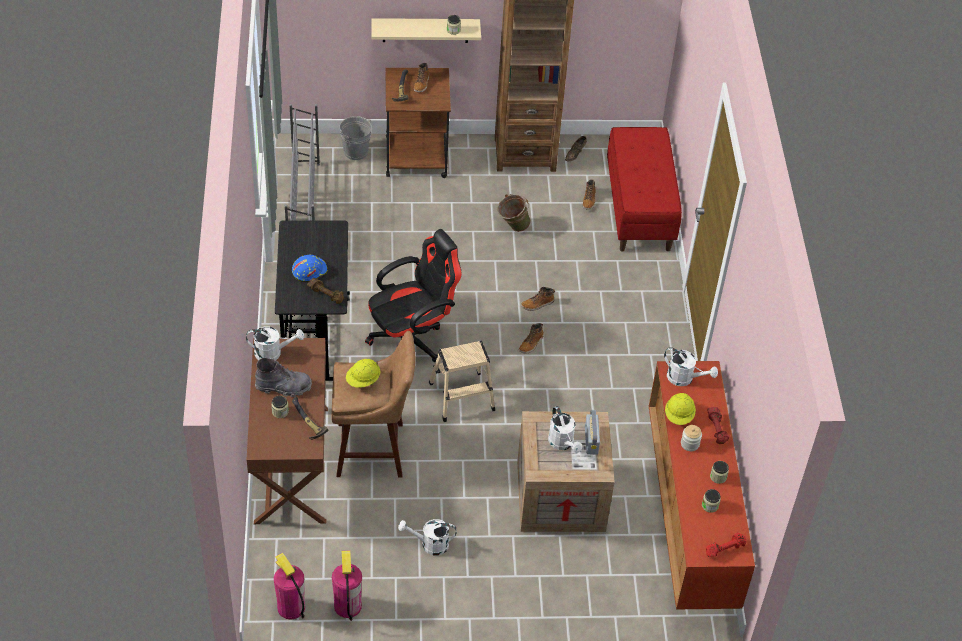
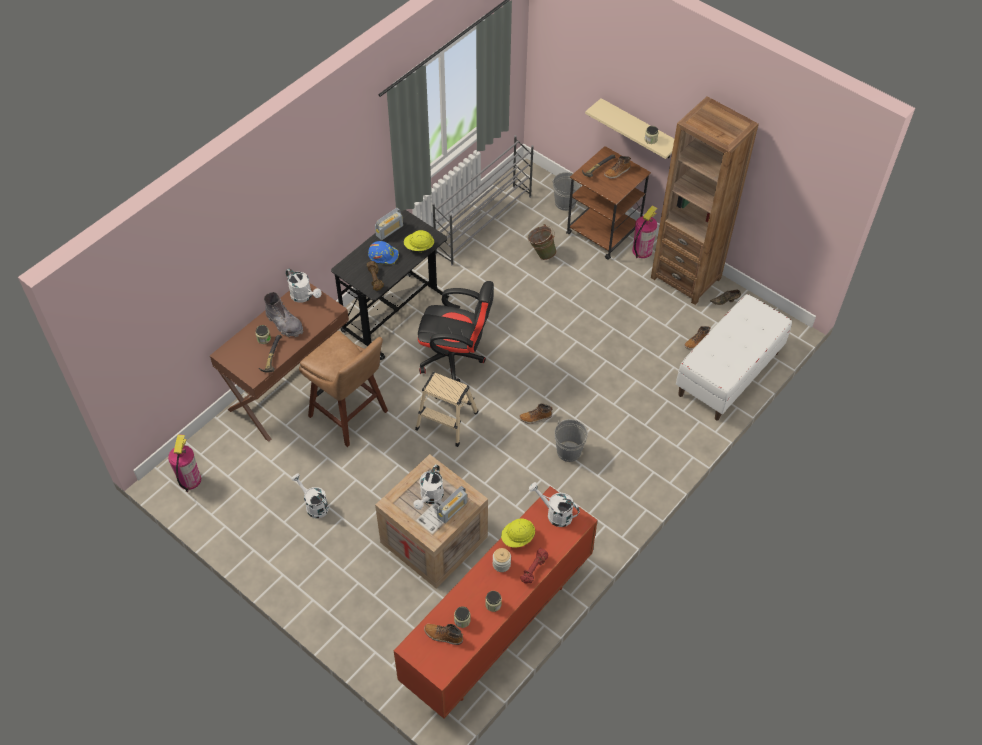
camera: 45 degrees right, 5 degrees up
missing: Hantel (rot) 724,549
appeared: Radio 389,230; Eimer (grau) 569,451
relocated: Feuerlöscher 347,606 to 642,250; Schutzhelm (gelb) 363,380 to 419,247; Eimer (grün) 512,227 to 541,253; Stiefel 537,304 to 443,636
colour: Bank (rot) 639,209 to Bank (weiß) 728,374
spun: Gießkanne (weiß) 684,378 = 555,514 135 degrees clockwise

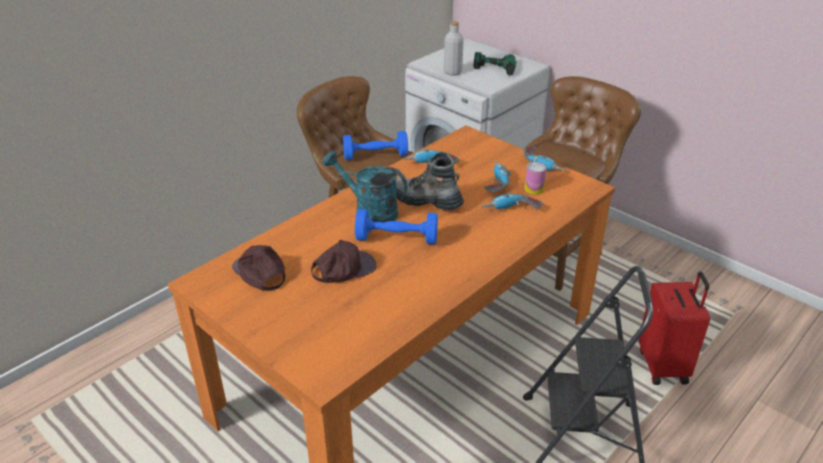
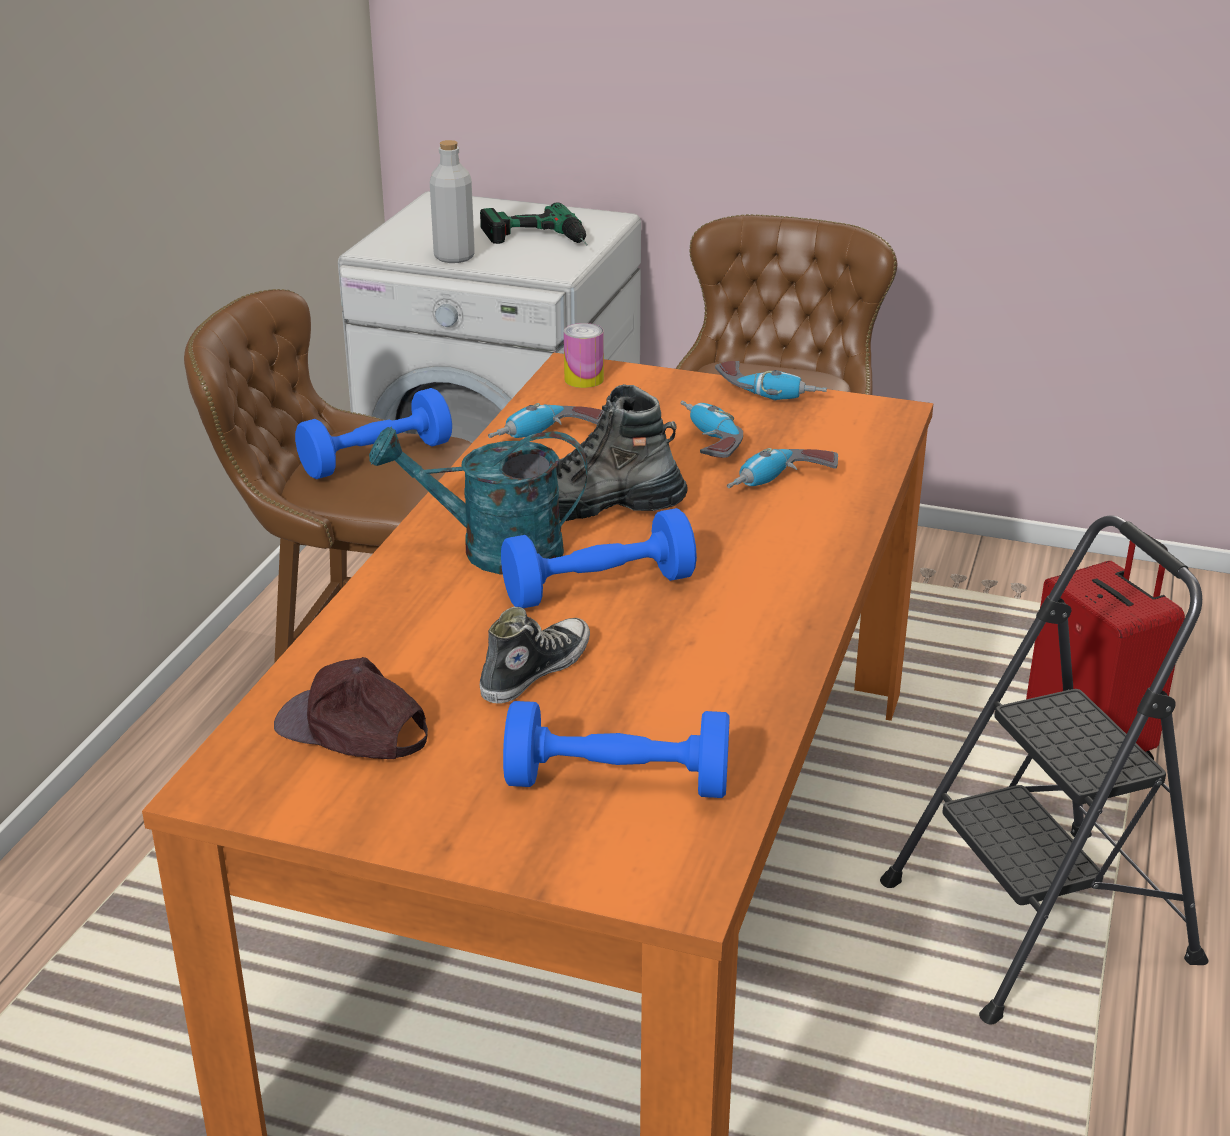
camera: 25 degrees left, 5 degrees down
appeared: Hantel (blau) 617,783
relocated: Dose 534,189 to 584,379
exchanged: Kappe (braun) 343,268 to Schuh 534,670

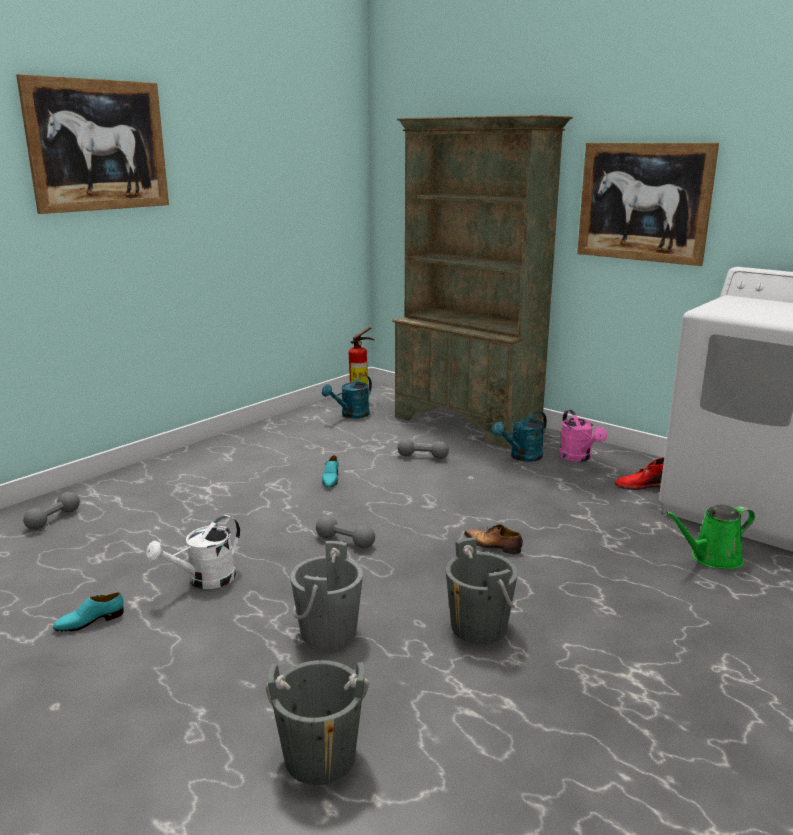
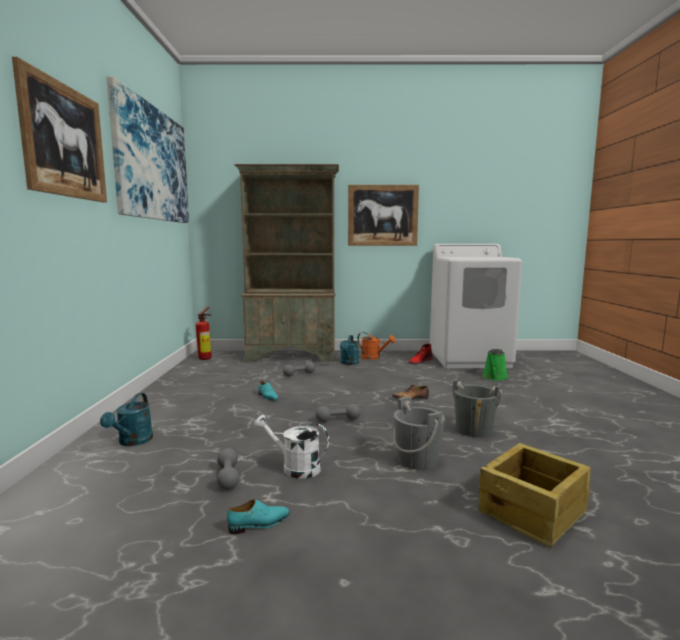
camera: 40 degrees left, 10 degrees down
appeared: Bild 152,164
relocated: Hantel (grau) 54,519 to 228,477; Gießkanne (türkis) 351,415 to 132,442
exchanged: Eimer (grau) 320,757 to Kiste 533,512
colour: Gießkanne (rosa) 578,457 to Gießkanne (orange) 374,358
spun: Schuh (türkis) 89,621 = 259,524 135 degrees counterclockwise; Gießkanne (weiß) 204,581 = 294,468 105 degrees clockwise

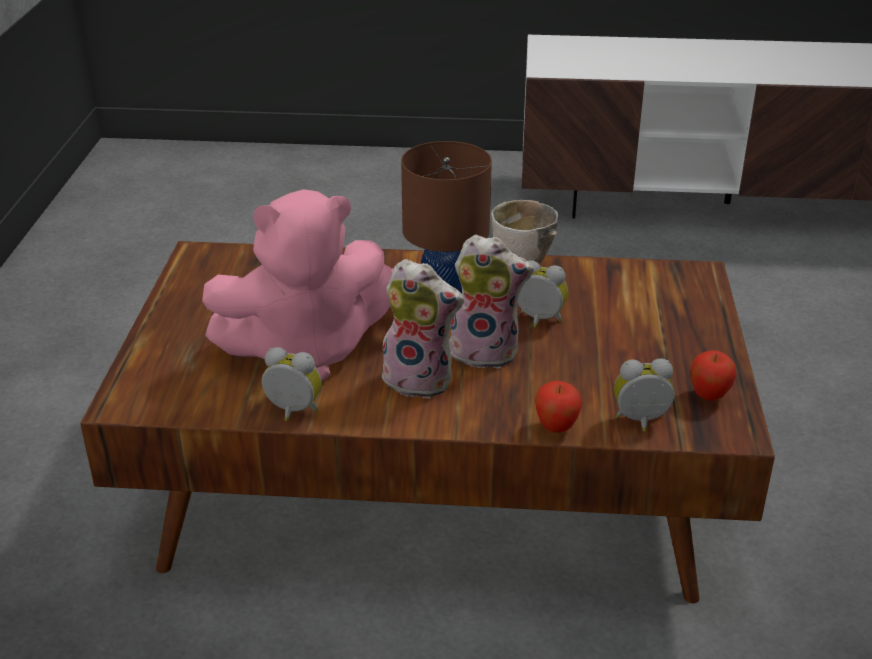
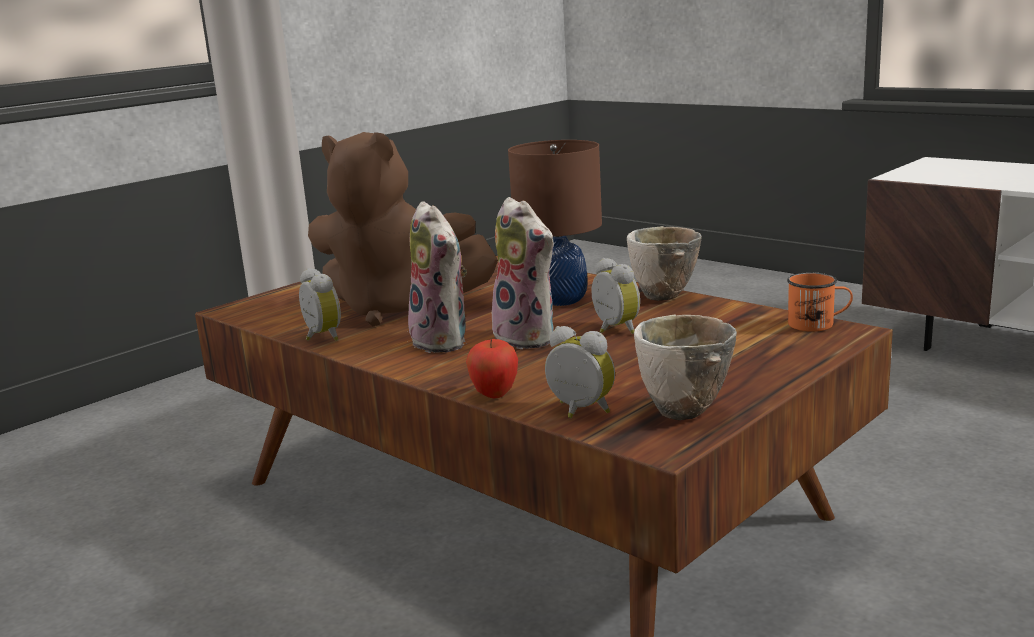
camera: 40 degrees right, 15 degrees down
appeared: Henkelbecher (orange) 818,324
exchanged: Apfel 709,396 to Schüssel 685,413
colour: Plüschtier (rosa) 306,349 to Plüschtier (braun) 397,308

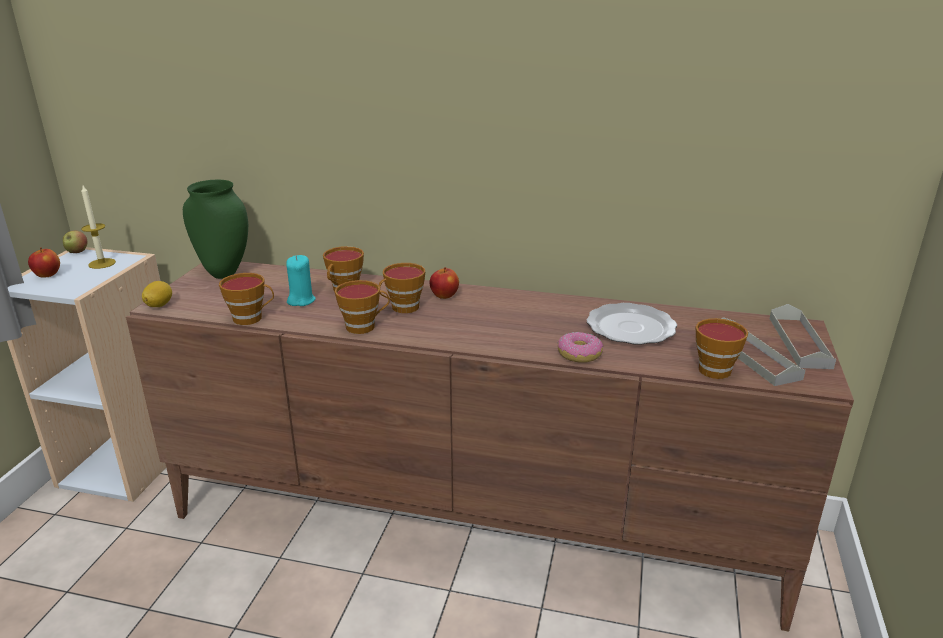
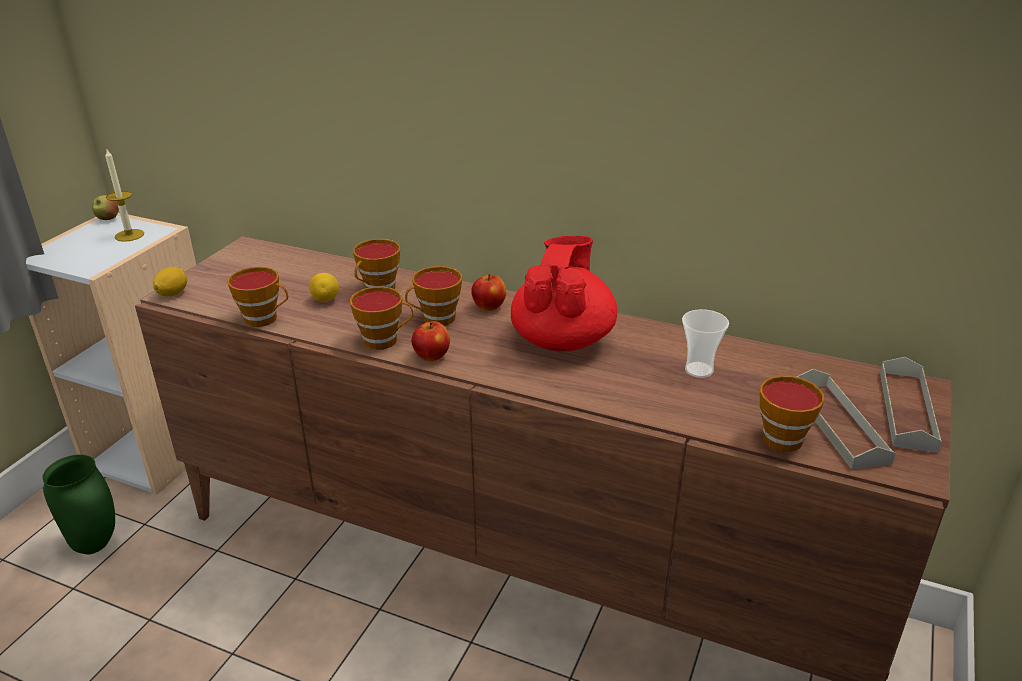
camera: 10 degrees right, 5 degrees up
missing: Donut 579,354
appeared: Teekanne (rot) 563,339
relocated: Apfel 47,275 to 431,356; Vase (grün) 223,274 to 94,545
exchanged: Kerze (türkis) 301,300 to Zitrone 326,300; Teller 631,328 to Tasse 699,370

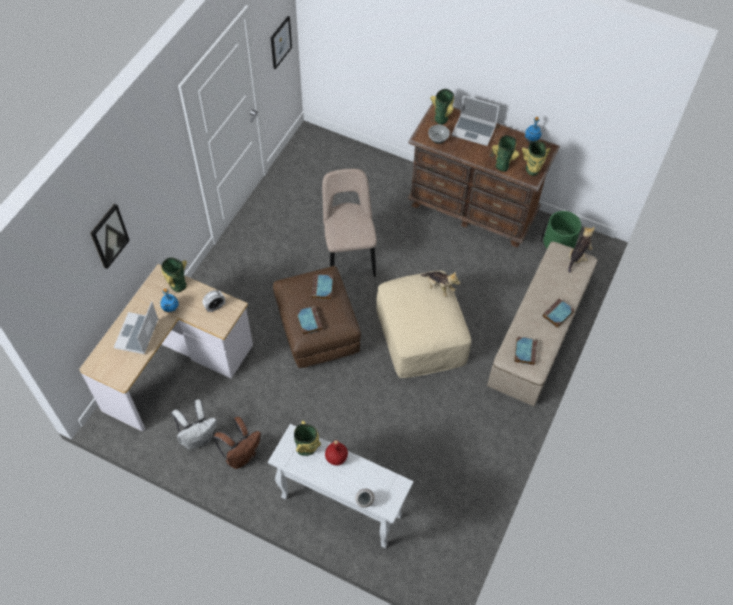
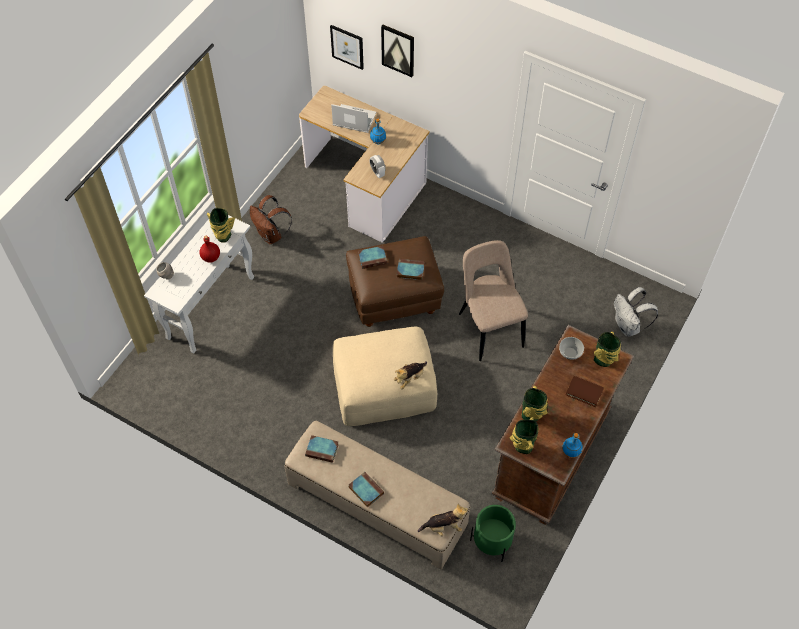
camera: 95 degrees right, 0 degrees up
missing: Vase 177,285
relocated: Rucksack (weiß) 198,437 to 628,326; Bild 280,42 to 347,46
exchanged: Laptop 474,131 to Buch (braun) 584,392
spun: Stuhl (beige) 349,254 = 489,327 105 degrees counterclockwise; Plüschtier 578,256 = 444,526 45 degrees counterclockwise

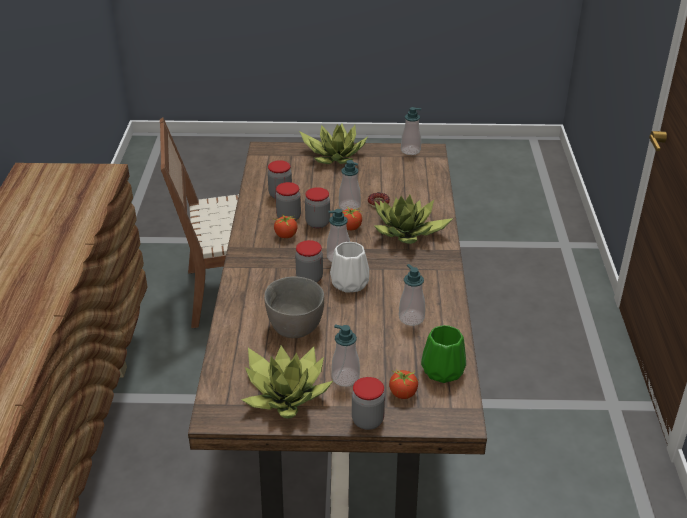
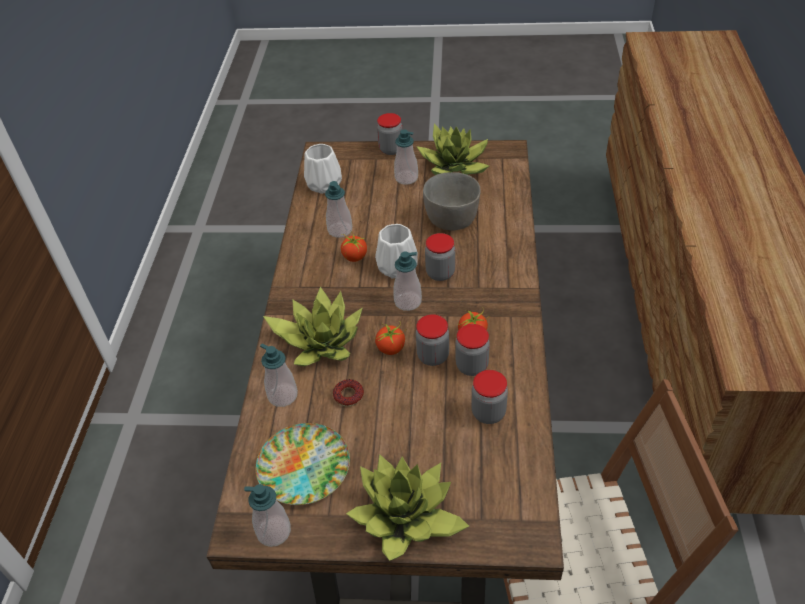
camera: 175 degrees left, 10 degrees up
appeared: Teller 305,468
relocated: Seifenspender 349,206 to 283,395; Tomate 403,393 to 354,257
colour: Vase (grün) 444,371 to Vase (weiß) 323,185

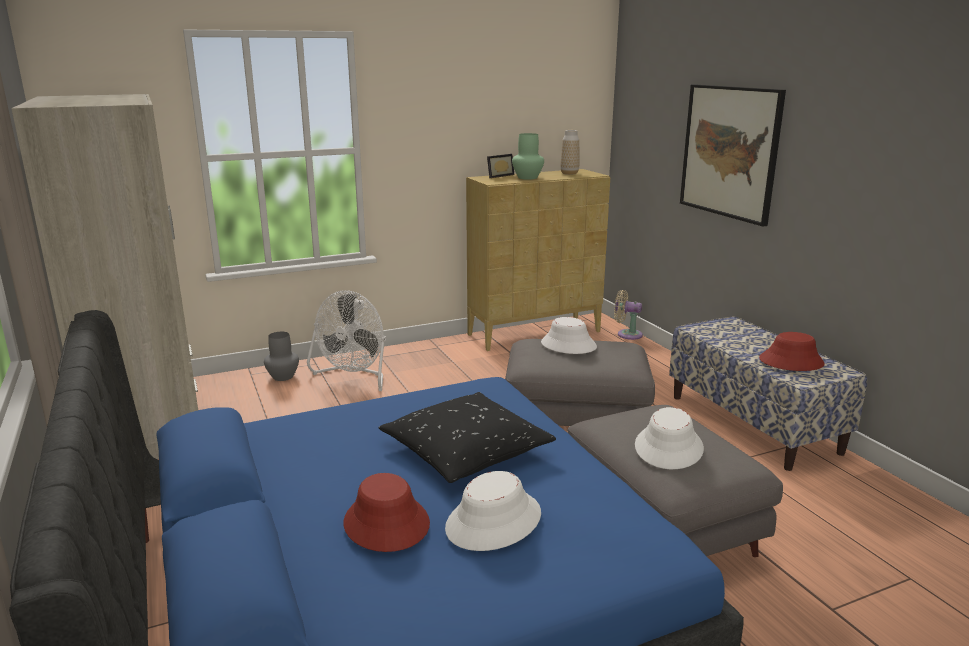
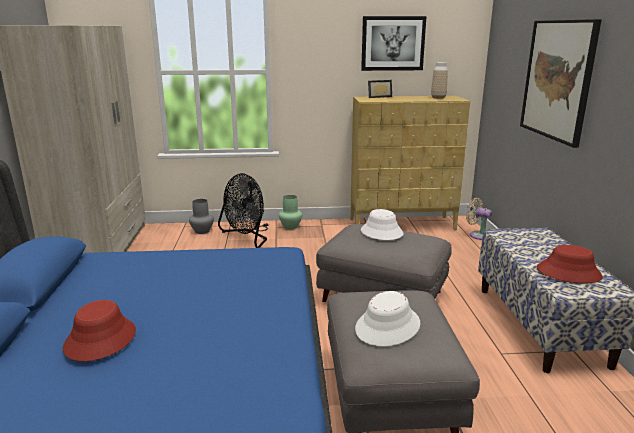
camera: 20 degrees right, 0 degrees up
missing: Kissen (schwarz) 466,450; Hut (weiß) 494,521
appeared: Bild 393,43
relocated: Vase (grün) 527,177 to 290,226
colour: Ventilator (weiß) 354,375 to Ventilator (schwarz) 248,237

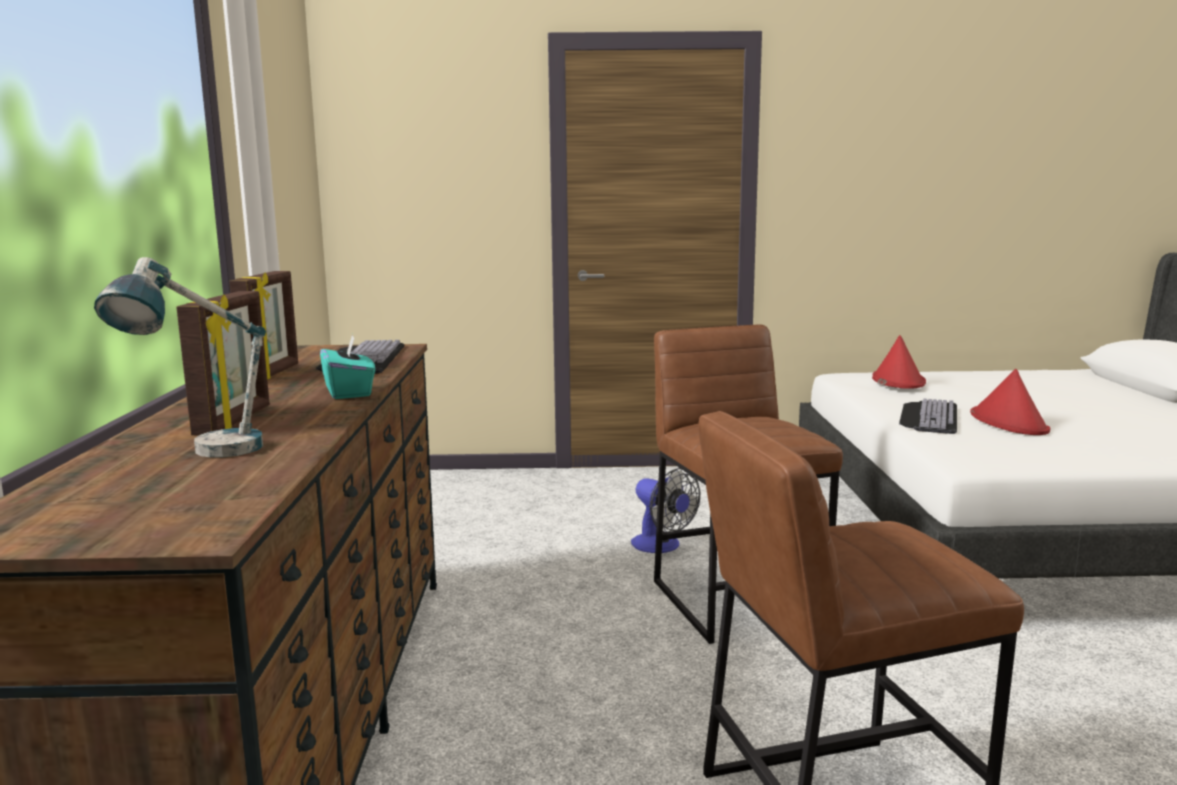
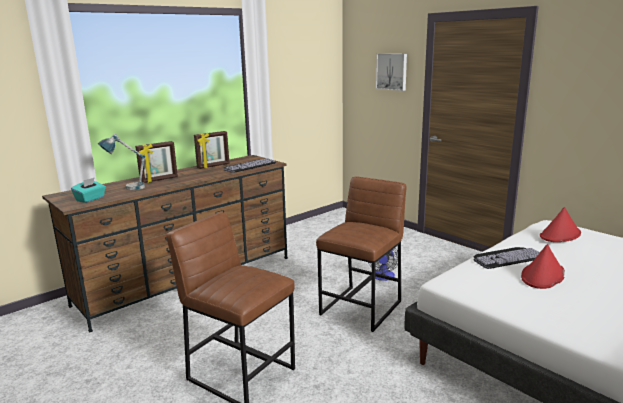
camera: 50 degrees right, 5 degrees up
appeared: Bild 392,71
relocated: Taschentuchbox (türkis) 349,392 to 90,199

